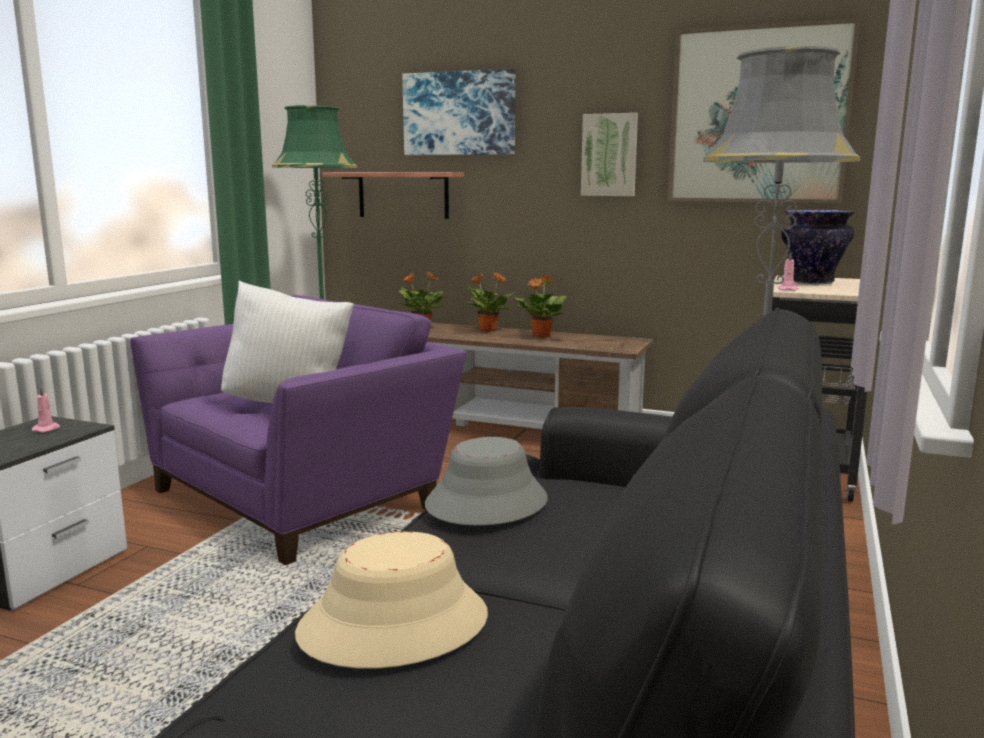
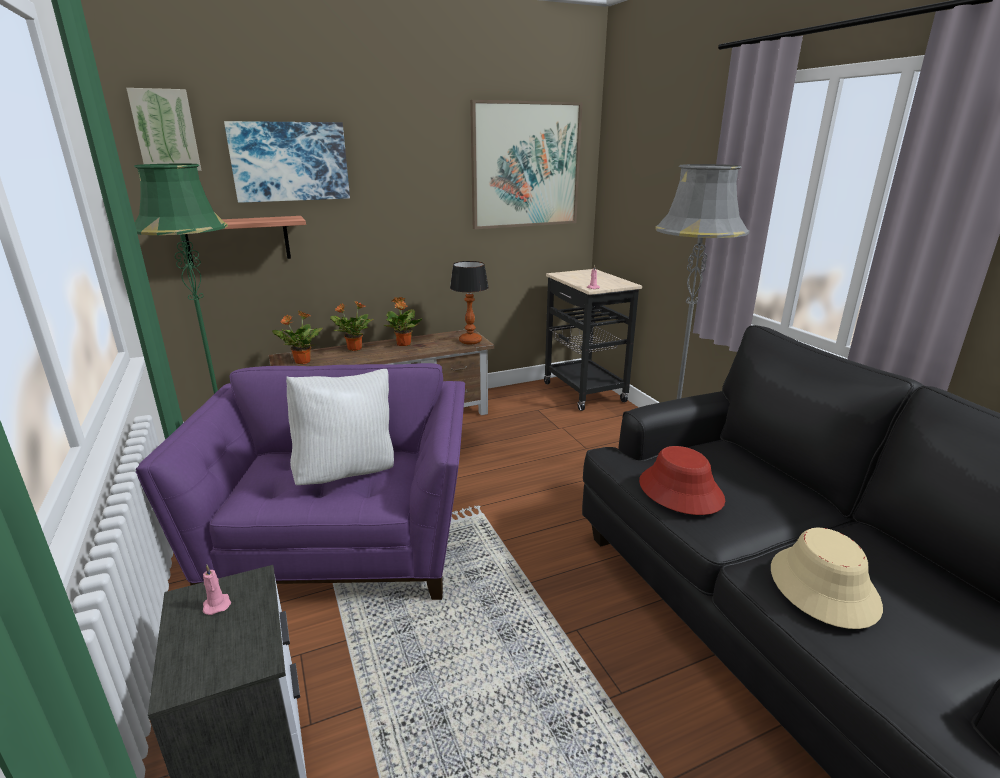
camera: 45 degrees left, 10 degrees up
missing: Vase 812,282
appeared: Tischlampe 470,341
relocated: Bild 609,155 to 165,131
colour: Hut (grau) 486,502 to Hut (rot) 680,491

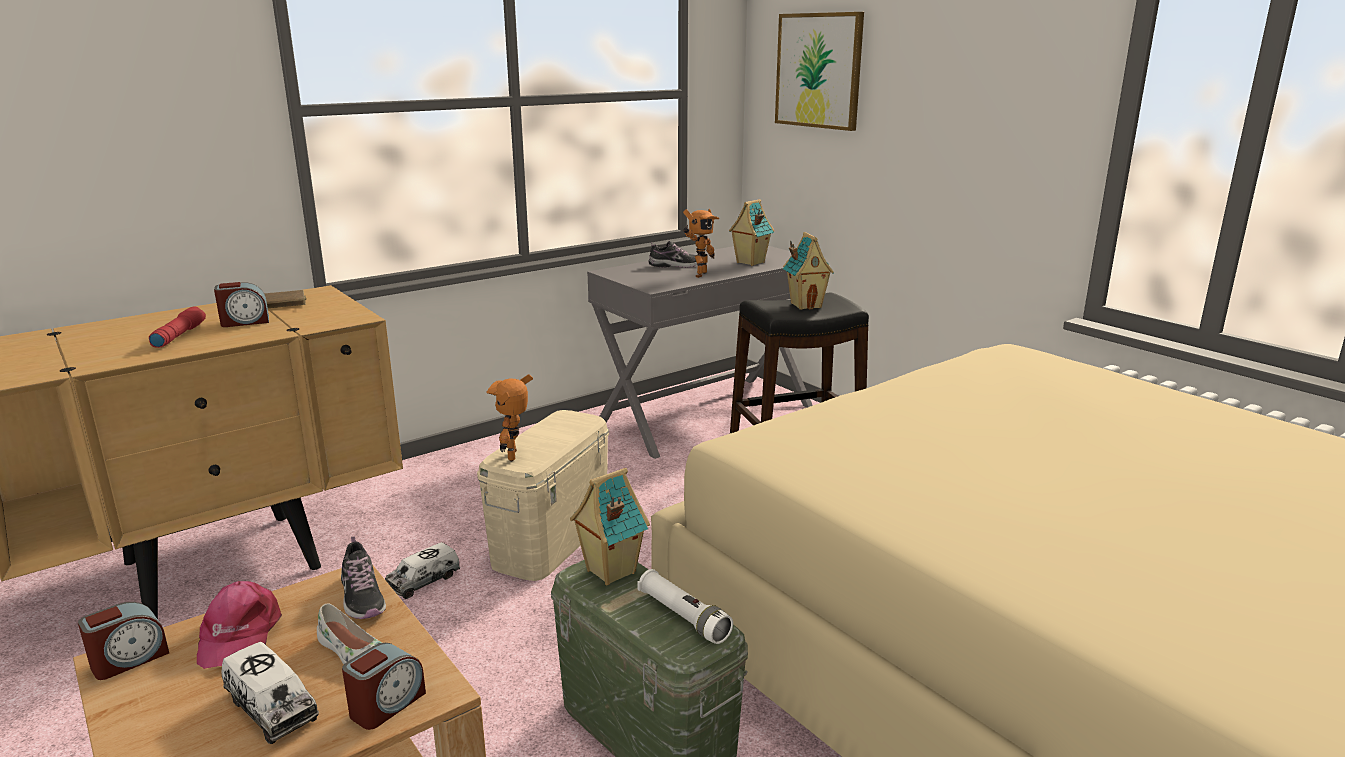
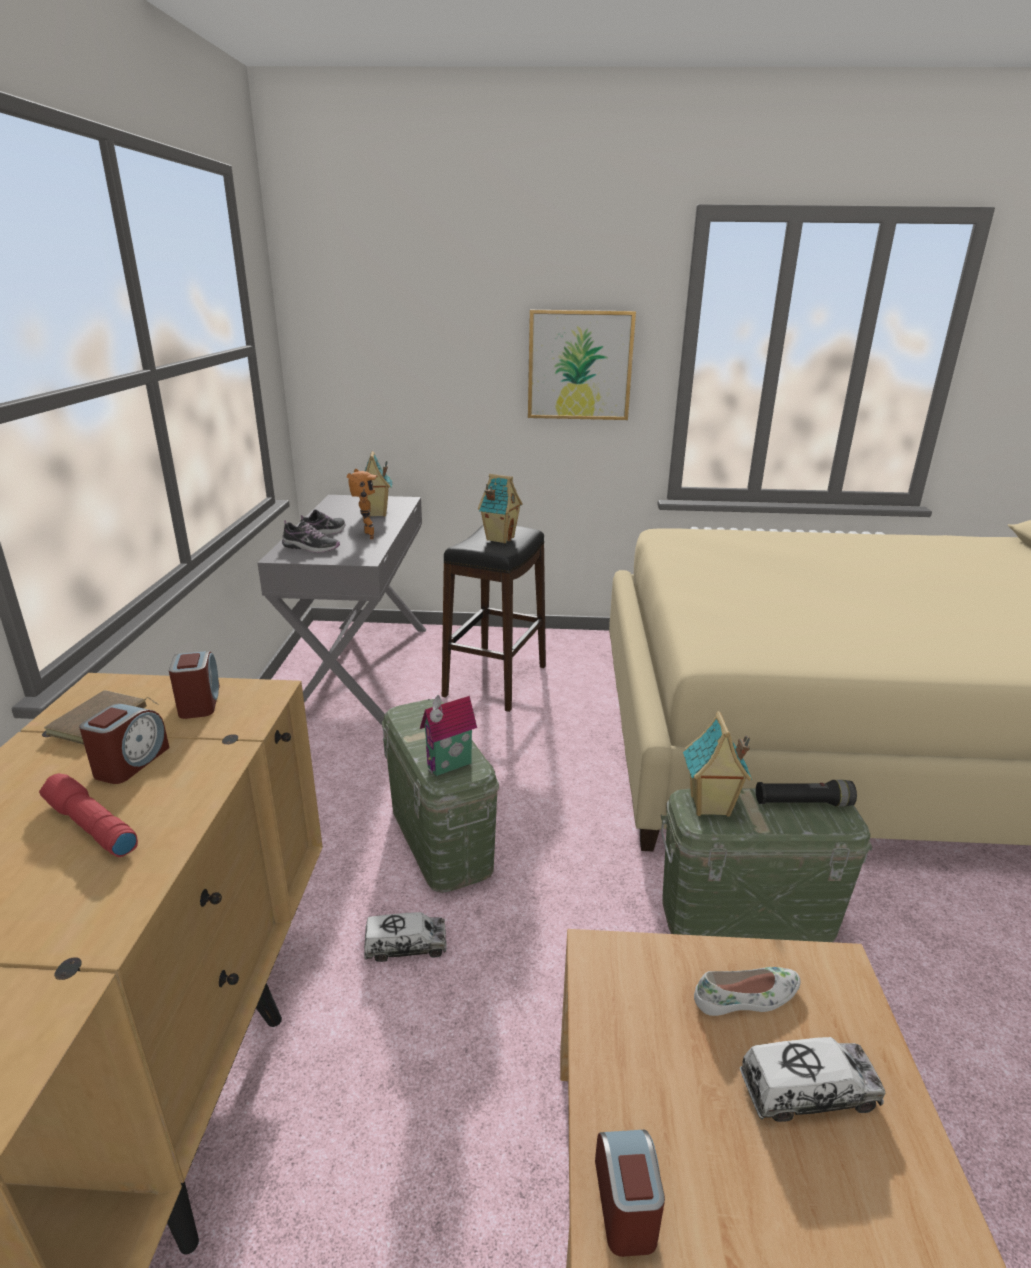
camera: 50 degrees left, 5 degrees up
missing: Kappe (rosa) 238,635
relocated: Schuh 362,596 to 311,548; Wecker 387,705 to 199,702; Bild 819,70 to 579,365
exchanged: Spielzeugroboter 516,456 to Spielzeughaus 450,767
colour: Aufbewahrungsbox (beige) 551,540 to Aufbewahrungsbox (grün) 439,837; Taschenlampe (weiß) 683,617 to Taschenlampe (schwarz) 802,803
spun: Spielzeuglaster 424,581 = 406,946 90 degrees counterclockwise

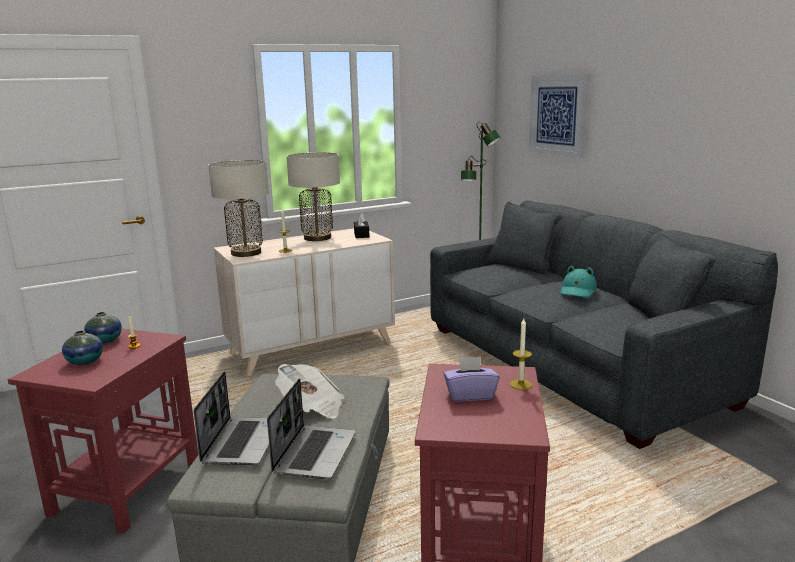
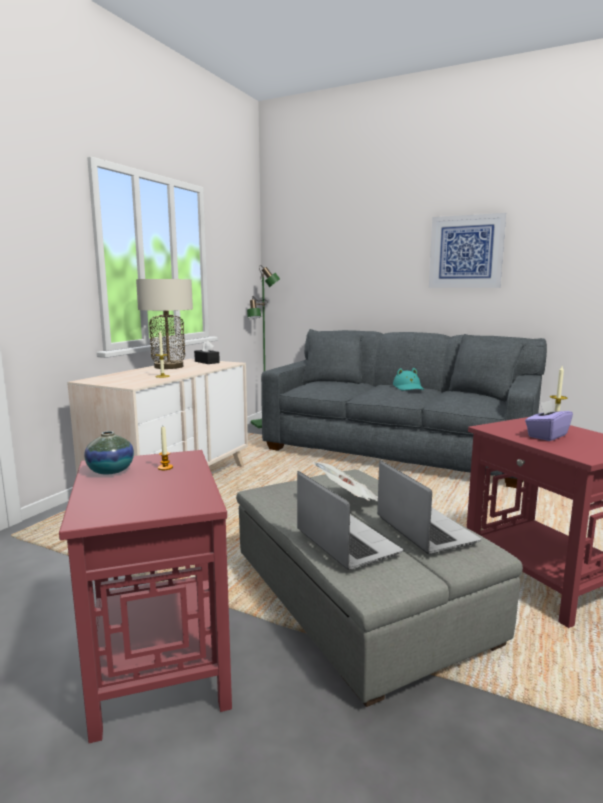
camera: 35 degrees left, 5 degrees down
missing: Vase 85,361; Tischlampe 246,253
relocated: Bild 558,115 to 466,252

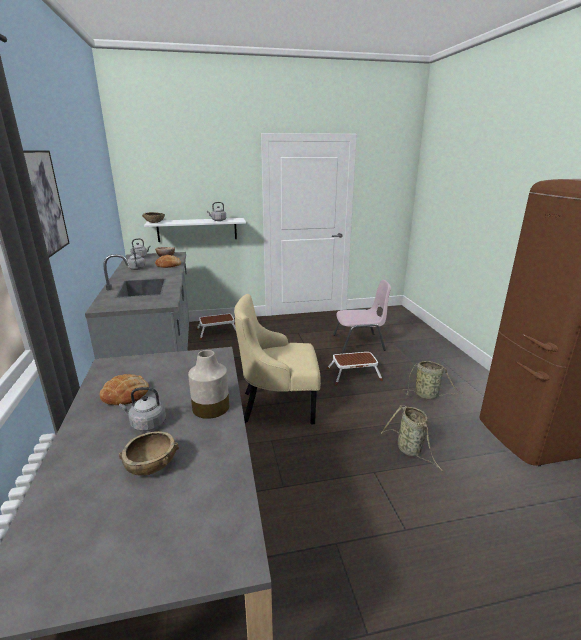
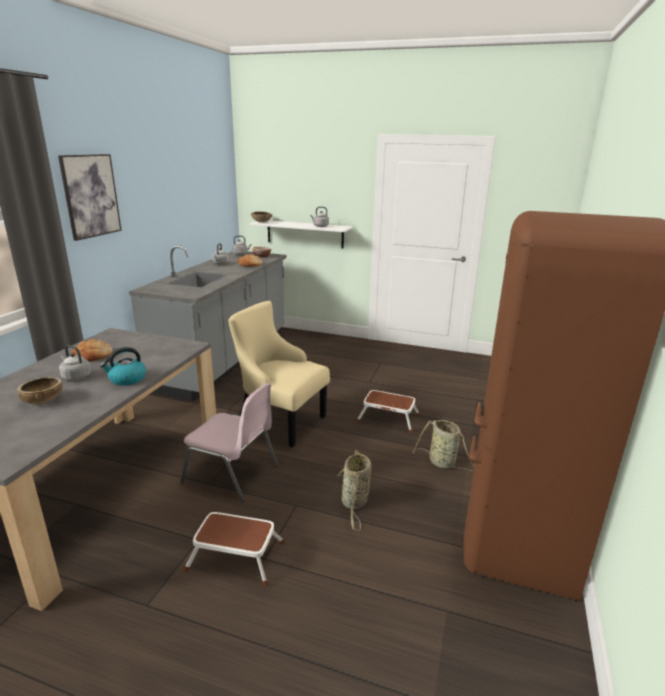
camera: 30 degrees right, 0 degrees up
relocated: Trittleiter (braun) 217,332 to 236,555; Stuhl (rosa) 359,343 to 232,474
exchanged: Vase (beige) 211,407 to Wasserkessel 127,379

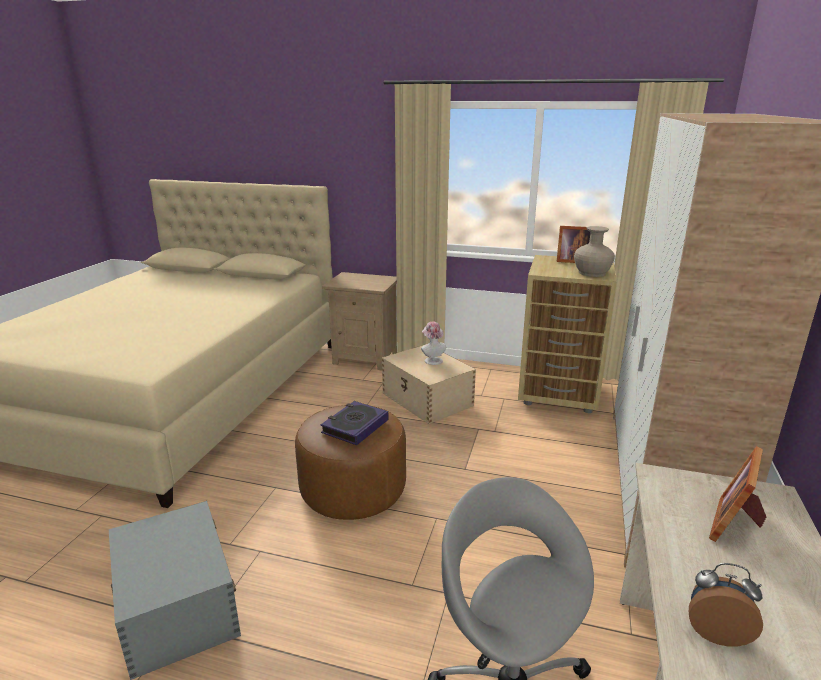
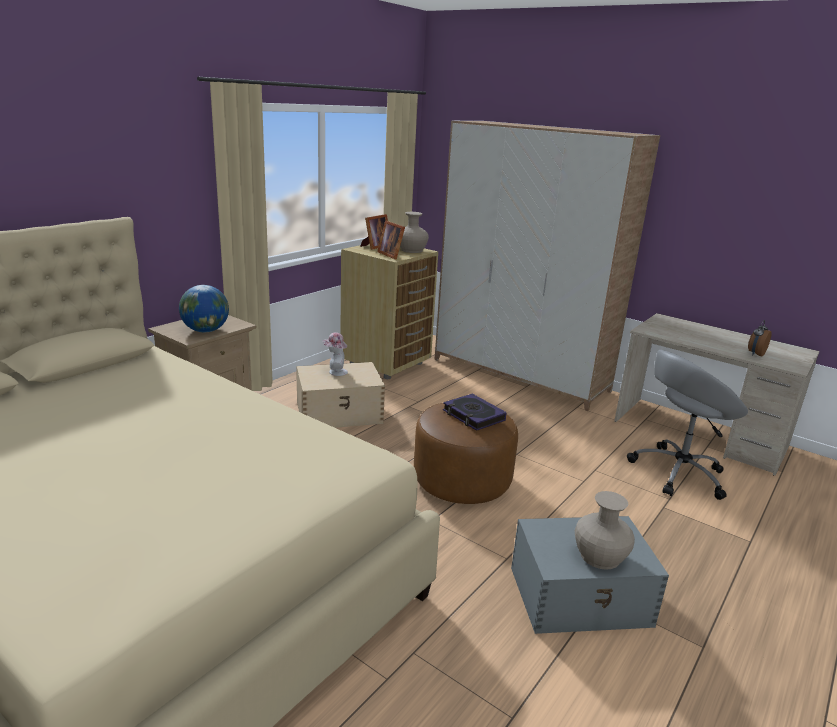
camera: 70 degrees left, 0 degrees up
appeared: Globus 206,331; Vase (beige) 600,556
relocated: Bilderrahmen 736,523 to 391,255

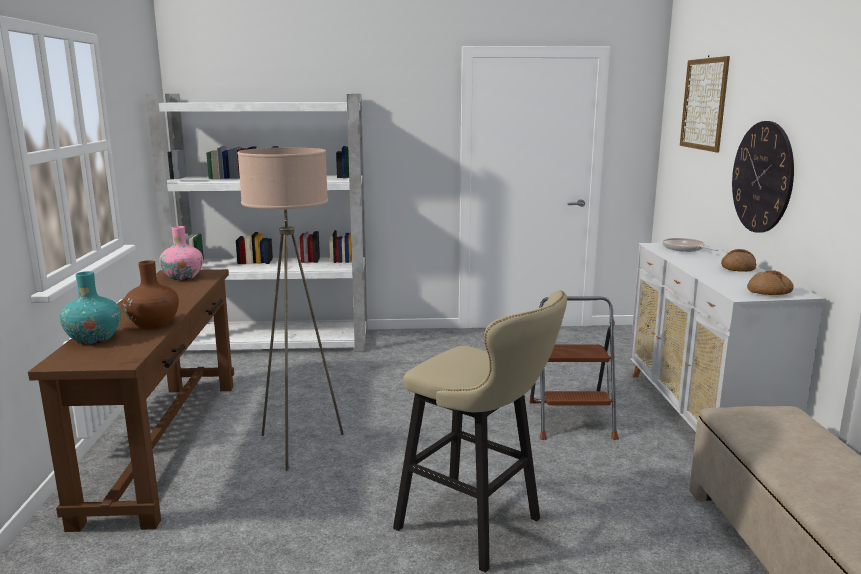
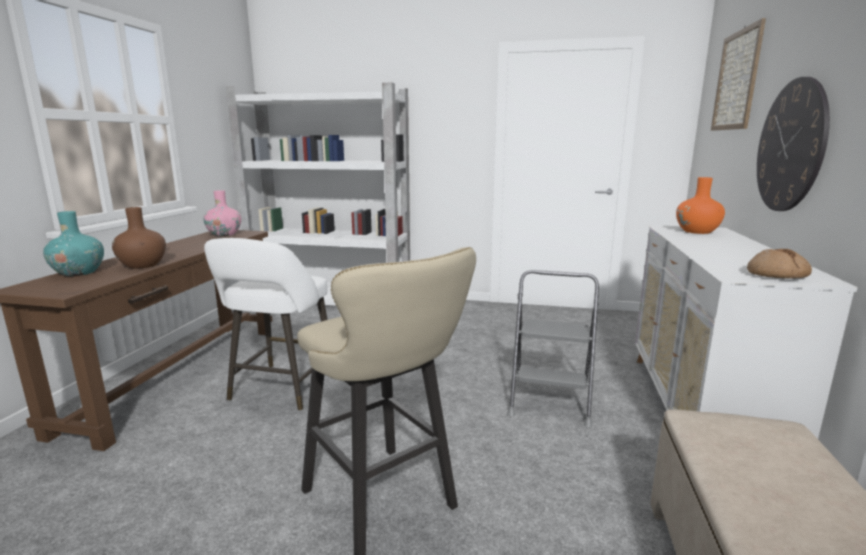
camera: 15 degrees right, 0 degrees up
missing: Brot 738,268
exchanged: Stehlampe (beige) 298,446 to Hocker (weiß) 281,390; Pfanne 685,249 to Vase (orange) 697,231
colour: Trittleiter (braun) 571,417 to Trittleiter (grau) 551,396

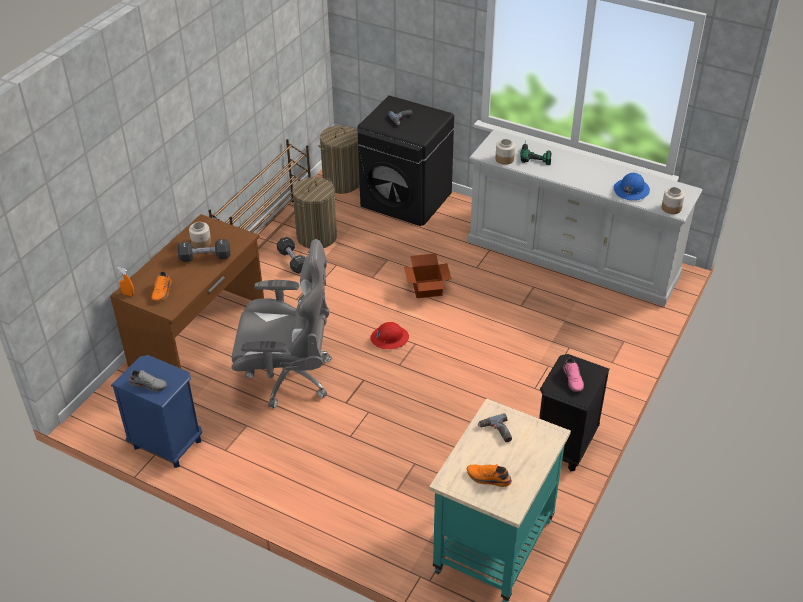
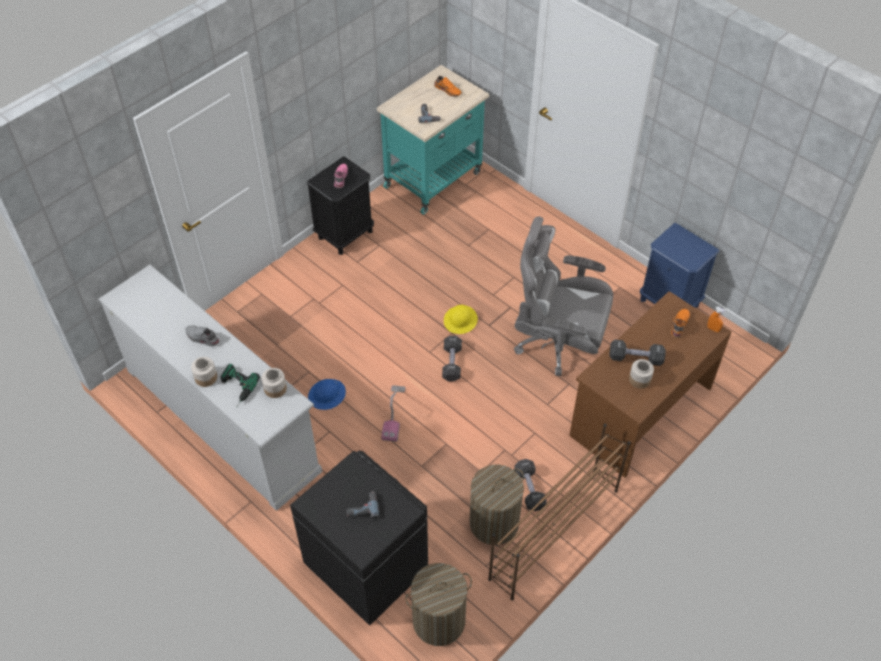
camera: 165 degrees left, 10 degrees up
appeared: Schutzhelm (gelb) 460,320
relocated: Schuh (grau) 148,384 to 202,338; Schutzhelm (blau) 631,190 to 327,395; Vorratsglas 671,208 to 205,377
exchanged: Schutzhelm (rot) 389,338 to Hantel (schwarz) 452,363; Karton 426,289 to Staubsauger 394,414

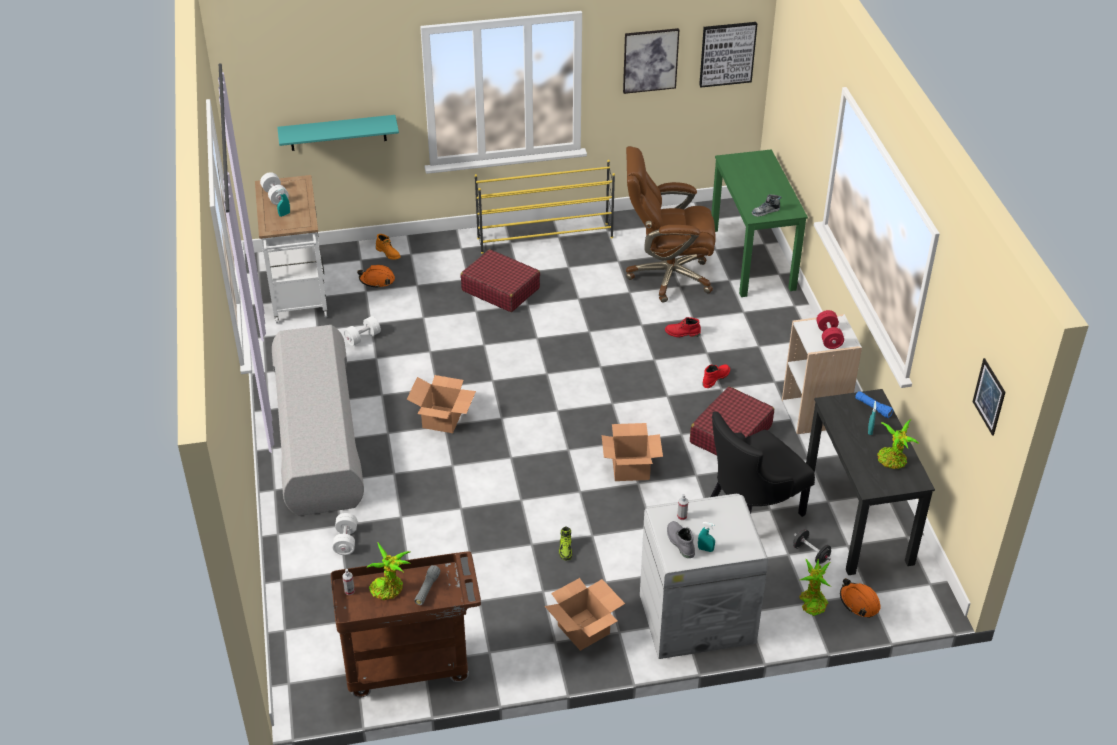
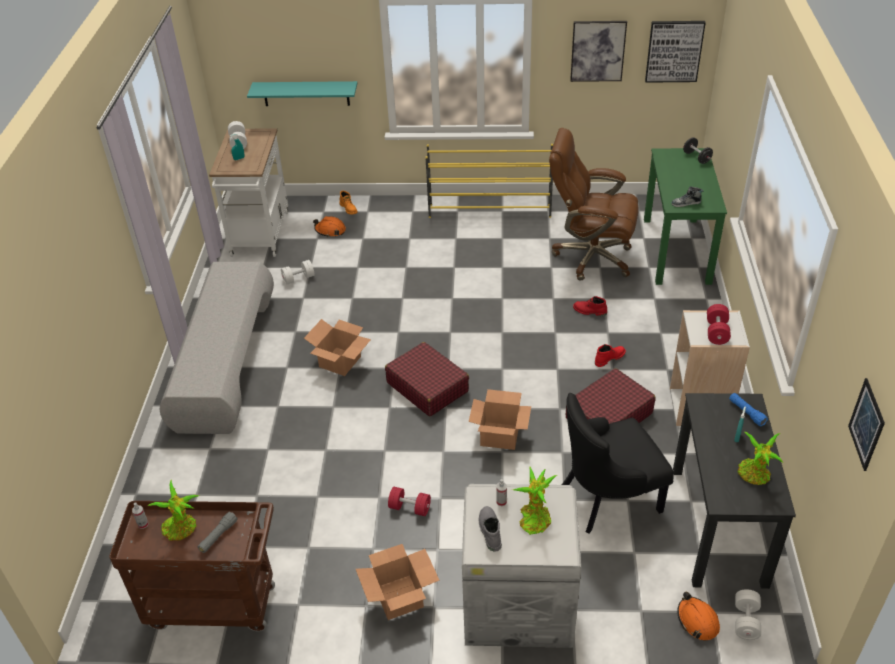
camera: 15 degrees right, 0 degrees up
missing: Sprühflasche (türkis) 705,549
relocated: Hantel (weiß) 346,541 to 745,621; Koffer (rot) 500,289 to 427,387; Hantel (schwarz) 811,553 to 696,158; Topfpflanze 812,602 to 534,518
exchanged: Schuh 565,549 to Hantel (rot) 410,508

